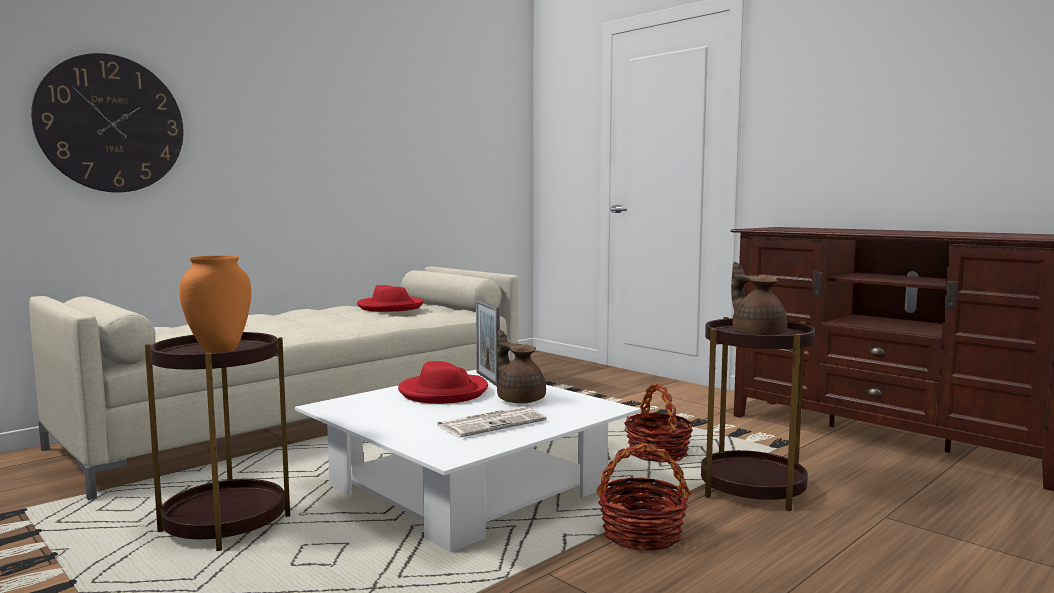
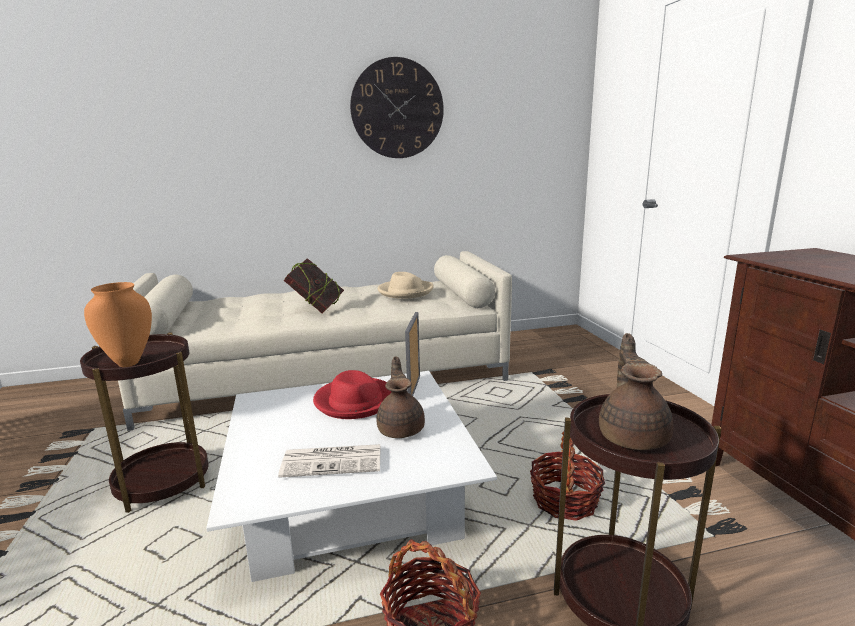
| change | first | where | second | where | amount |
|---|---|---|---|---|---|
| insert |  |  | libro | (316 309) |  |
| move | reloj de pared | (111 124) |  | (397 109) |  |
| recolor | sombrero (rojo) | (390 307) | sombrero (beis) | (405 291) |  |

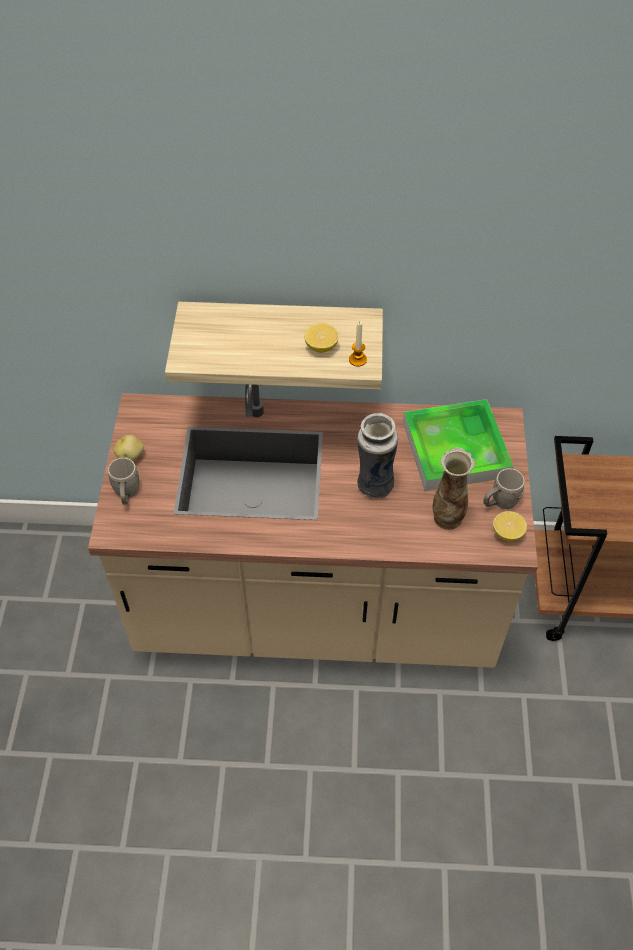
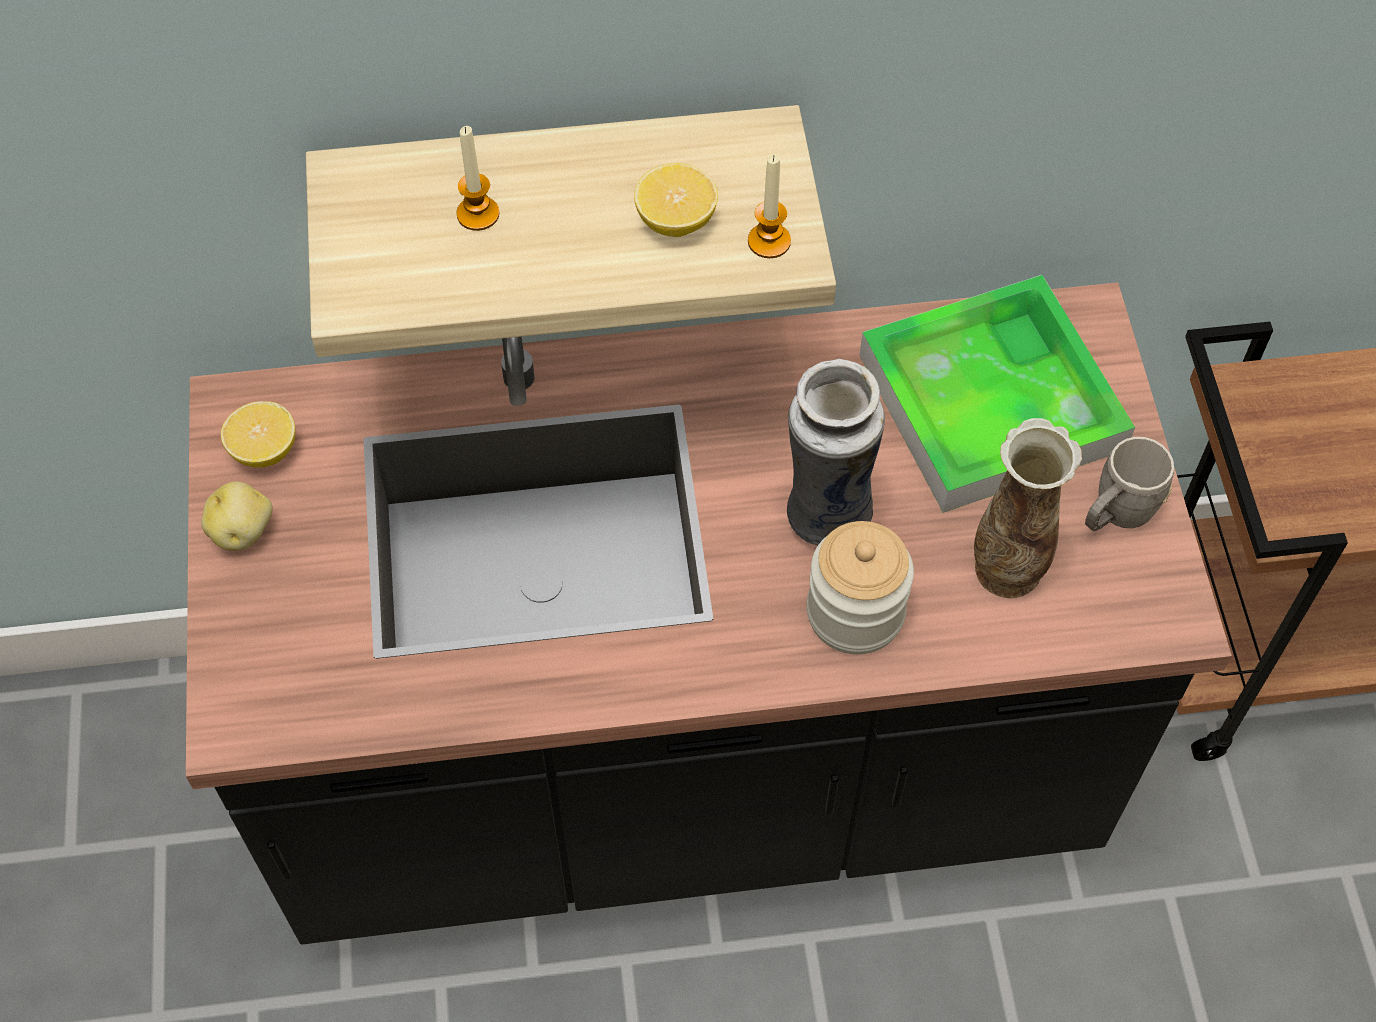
| change | first | where | second | where | amount |
|---|---|---|---|---|---|
| delete | taza grande (gris) | (127 494) |  |  |  |
| insert |  |  | vela | (478 214) |  |
| insert |  |  | tarro | (855 612) |  |
| move | limón | (507 533) |  | (264 450) |  |
| recolor | mueble bajo de cocina (beis) | (316 609) | mueble bajo de cocina (negro) | (688 772) |  |

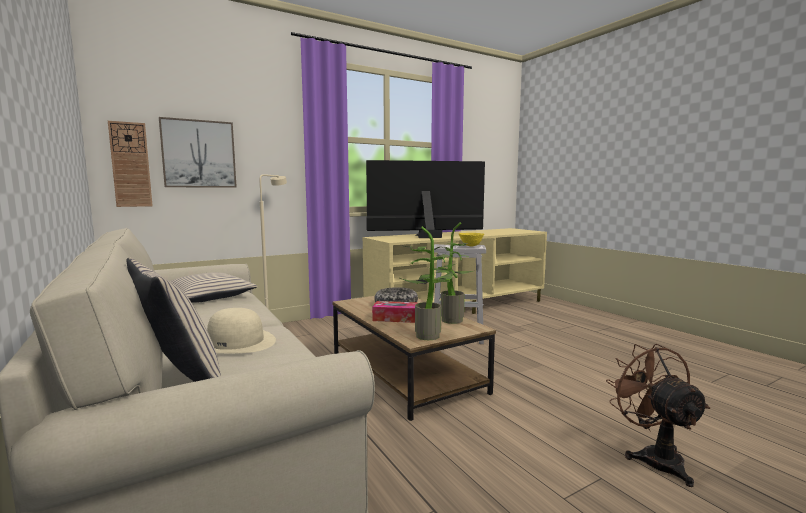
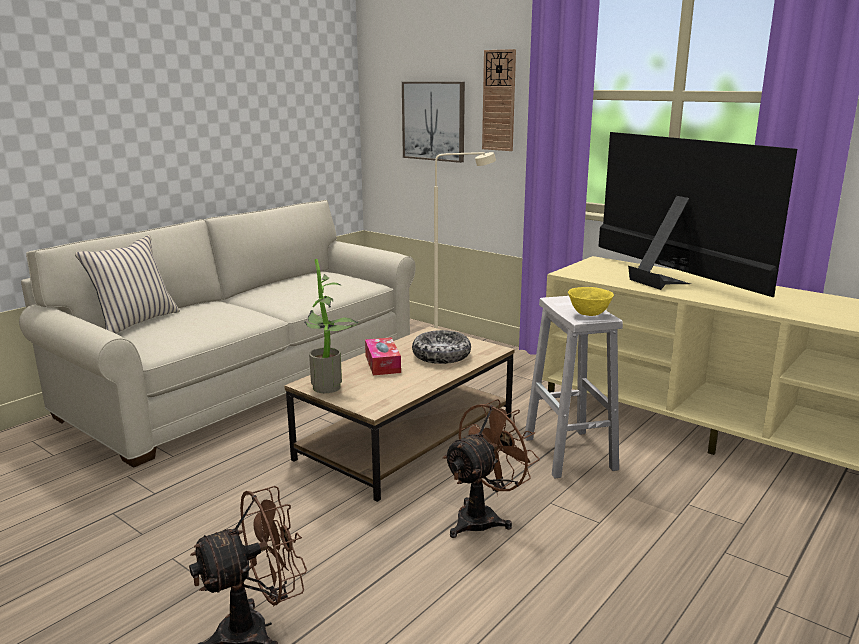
| change | first | where | second | where | amount |
|---|---|---|---|---|---|
| delete | cojín (beis) | (208 297) |  |  |  |
| delete | sombrero (beis) | (236 343) |  |  |  |
| delete | planta en maceta | (449 321) |  |  |  |
| insert |  |  | ventilador (marrón) | (484 517) |  |
| move | reloj de pared | (130 165) |  | (499 100) |  |

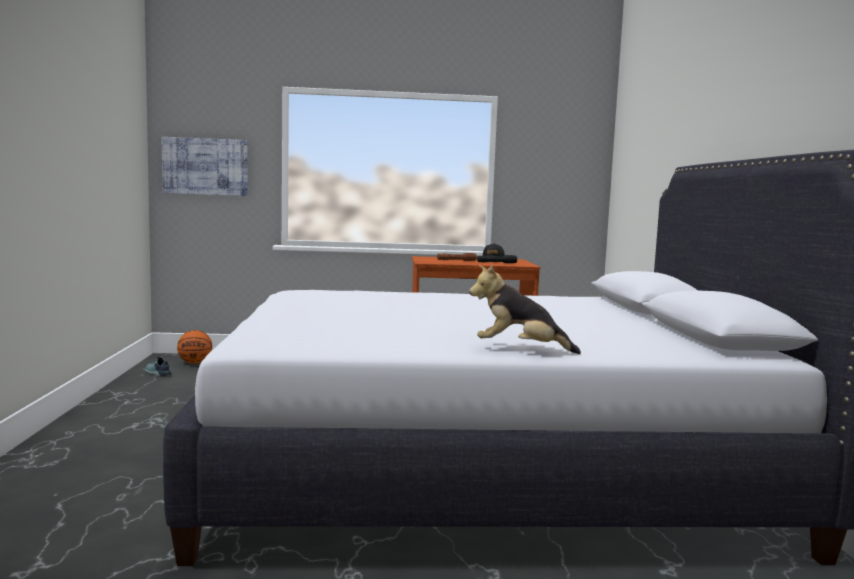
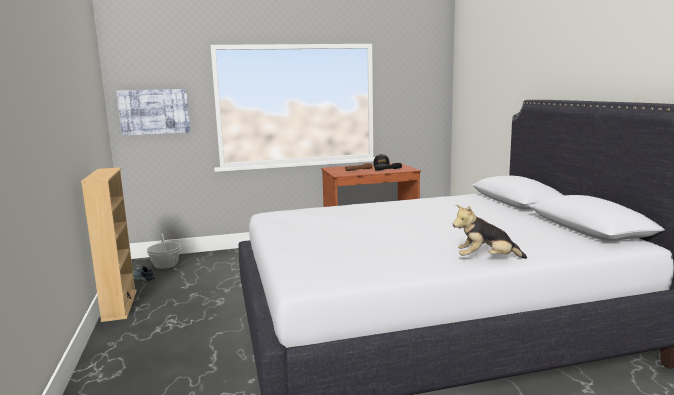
| change | first | where | second | where | amount |
|---|---|---|---|---|---|
| insert |  |  | estantería (beis) | (119 305) |  |
| replace | balón de baloncesto | (195 363) | cesta | (165 265) |  |

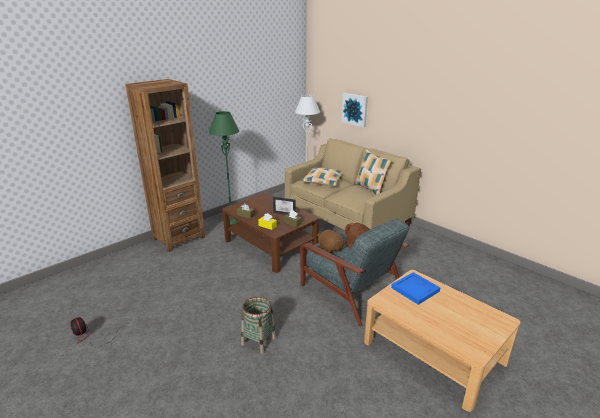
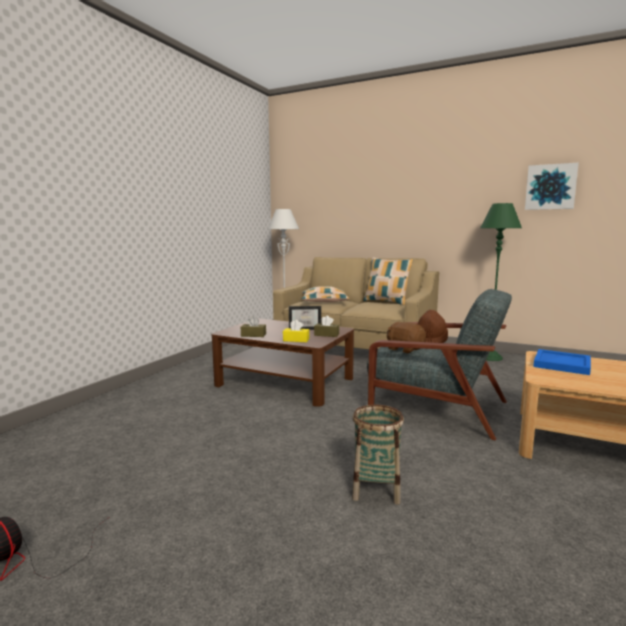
| change | first | where | second | where | amount |
|---|---|---|---|---|---|
| delete | estantería (marrón) | (178 238) |  |  |  |
| move | lámpara de pie (verde) | (231 224) |  | (490 357) |  |
| move | cuadro | (354 109) |  | (550 187) |  |

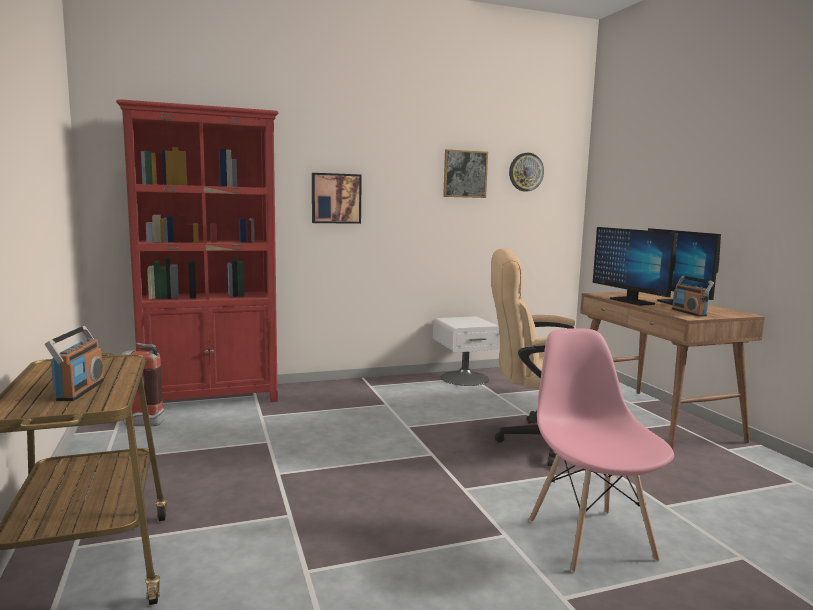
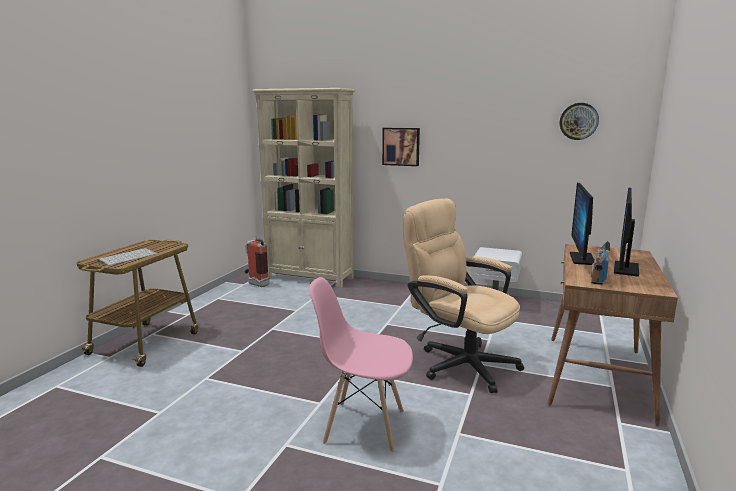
| change | first | where | second | where | amount |
|---|---|---|---|---|---|
| delete | cuadro | (465 174) |  |  |  |
| replace | radio | (79 390) | teclado | (128 257) |  |
| recolor | estantería (rojo) | (211 399) | estantería (beis) | (310 278) |  |
| rotate | silla (rosa) | (590 538) |  | (363 426) | 105 degrees counterclockwise |

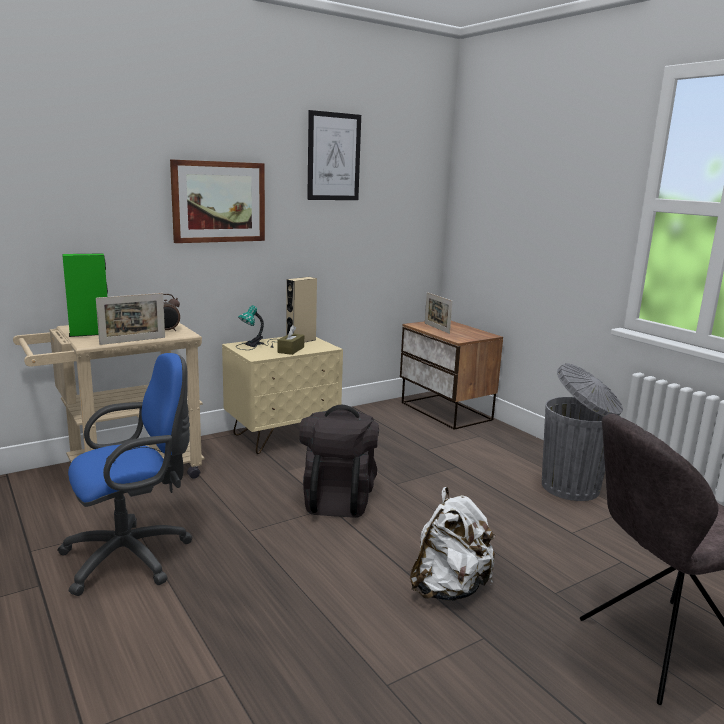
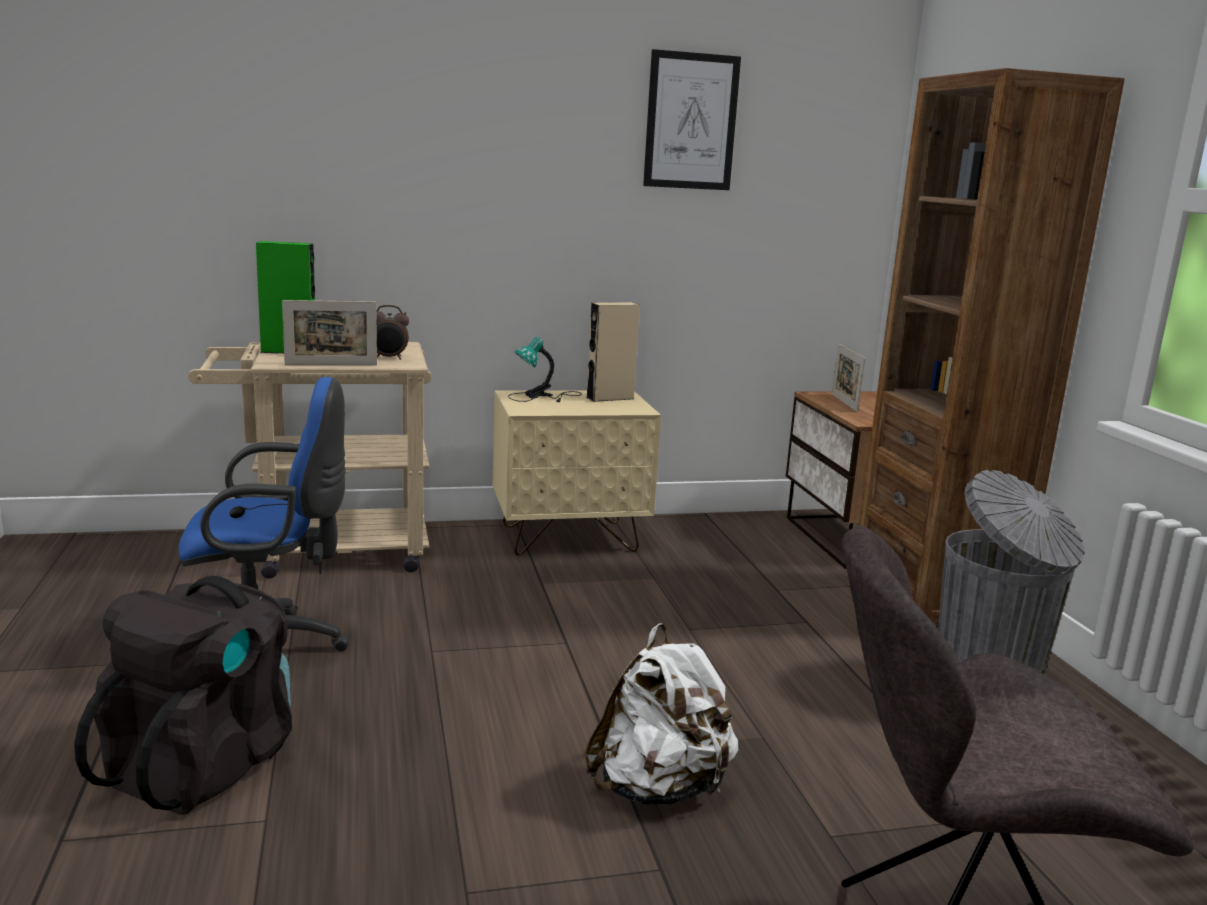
| change | first | where | second | where | amount |
|---|---|---|---|---|---|
| delete | cuadro | (218 202) |  |  |  |
| delete | caja de pañuelos (marrón) | (291 350) |  |  |  |
| insert |  |  | estantería (marrón) | (931 605) |  |
| move | mochila (negro) | (338 499) |  | (204 763) |  |

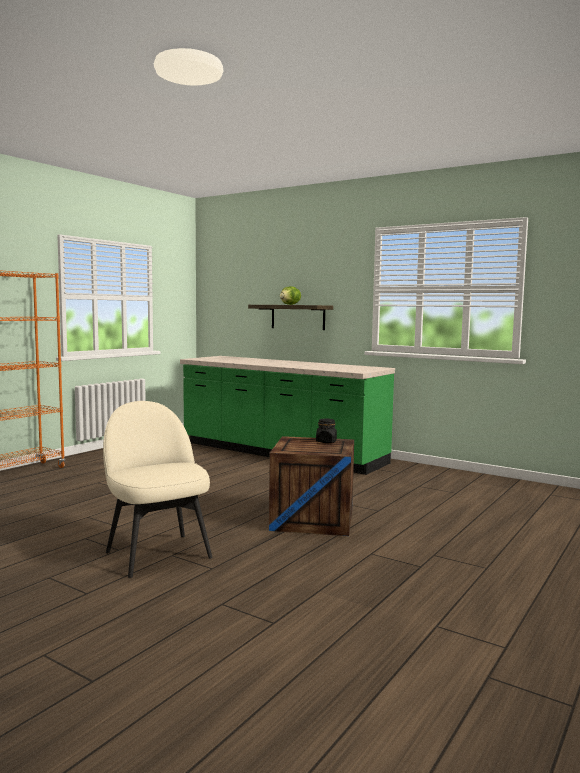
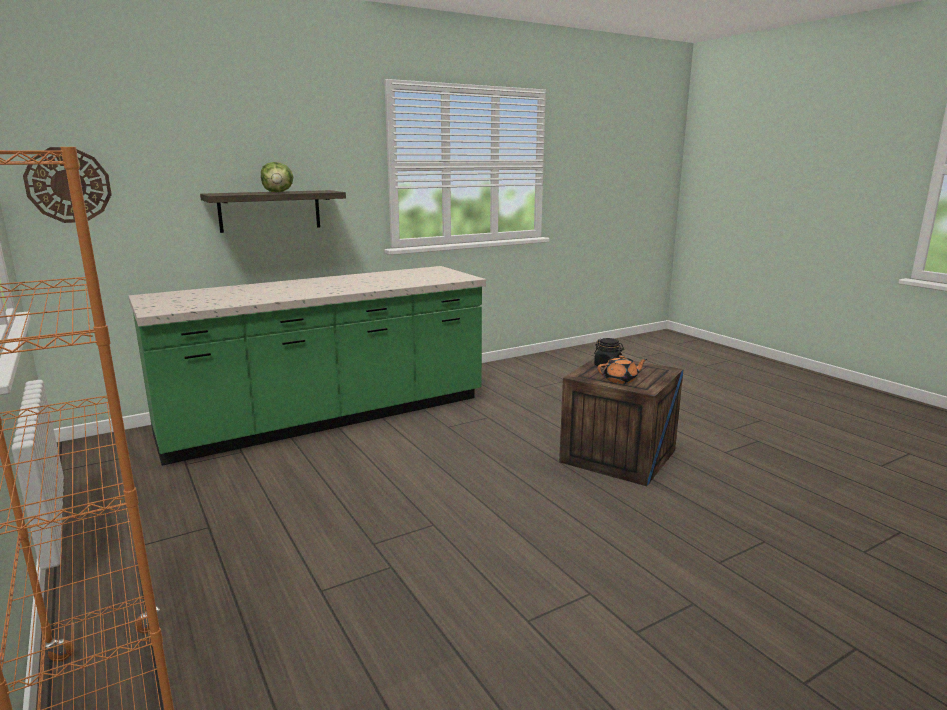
| change | first | where | second | where | amount |
|---|---|---|---|---|---|
| delete | silla (beis) | (157 554) |  |  |  |
| insert |  |  | reloj de pared | (68 185) |  |
| insert |  |  | tetera (naranja) | (621 380) |  |

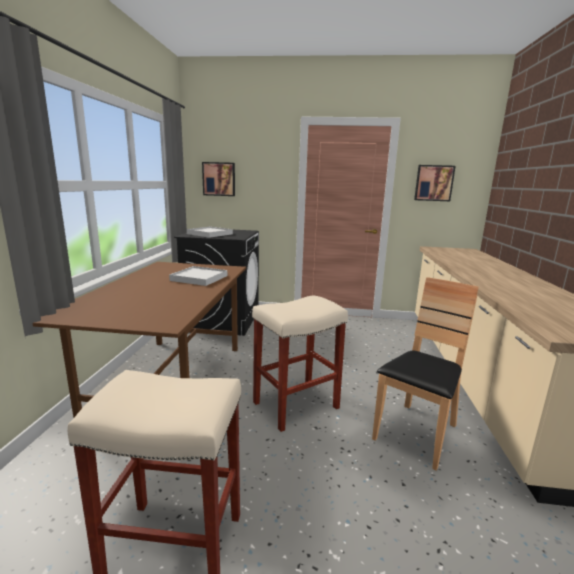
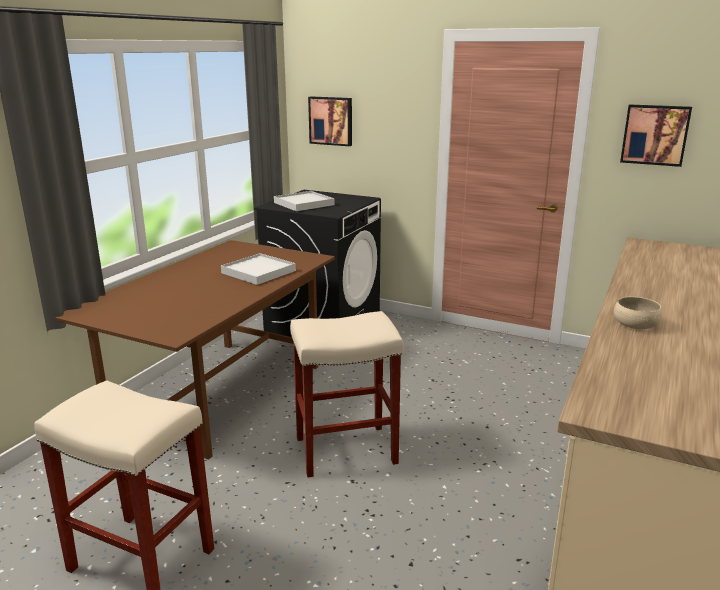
| change | first | where | second | where | amount |
|---|---|---|---|---|---|
| delete | silla (marrón) | (416 434) |  |  |  |
| insert |  |  | cuenco (beis) | (635 324) |  |

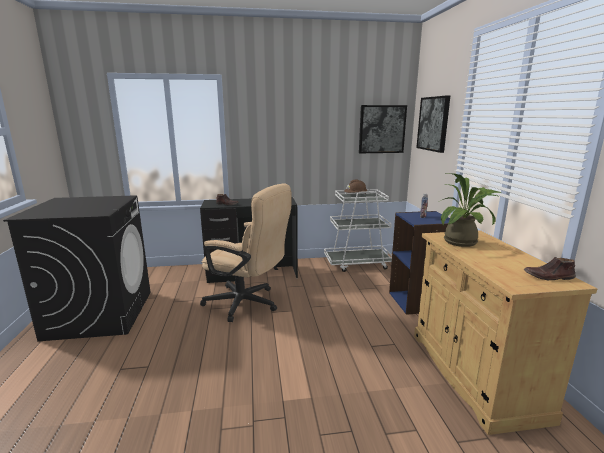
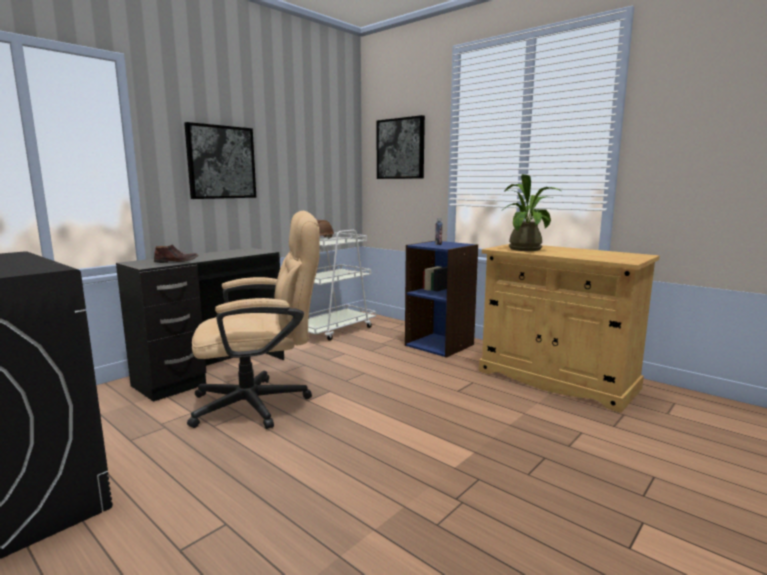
| change | first | where | second | where | amount |
|---|---|---|---|---|---|
| delete | zapato (marrón) | (548 277) |  |  |  |
| move | cuadro | (382 129) |  | (221 162) |  |

